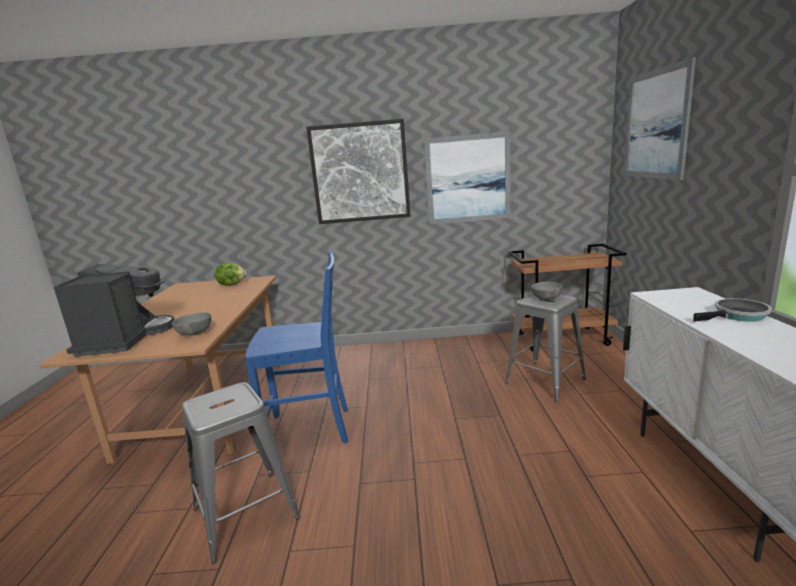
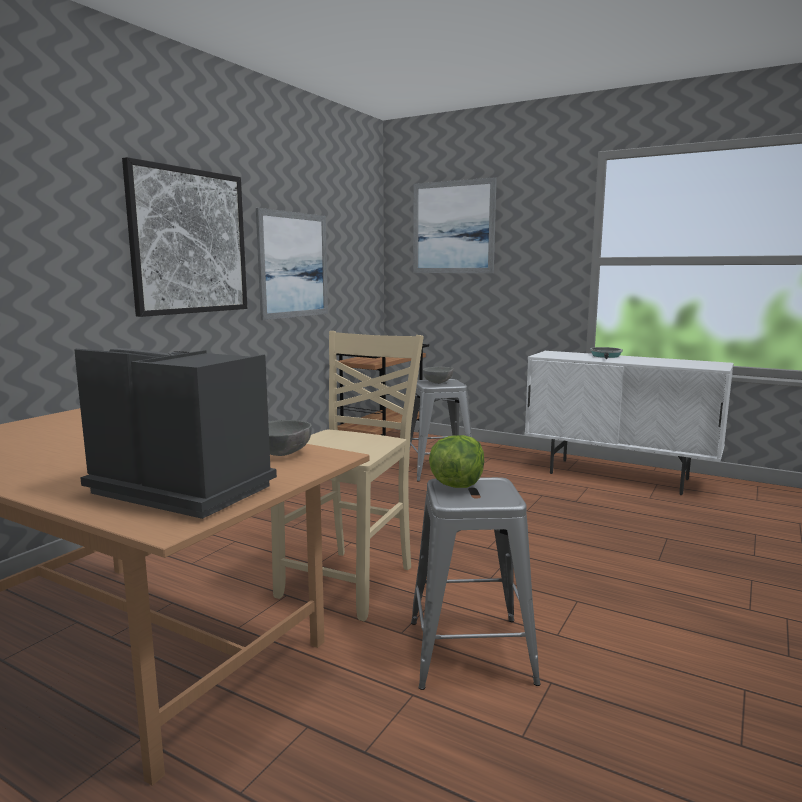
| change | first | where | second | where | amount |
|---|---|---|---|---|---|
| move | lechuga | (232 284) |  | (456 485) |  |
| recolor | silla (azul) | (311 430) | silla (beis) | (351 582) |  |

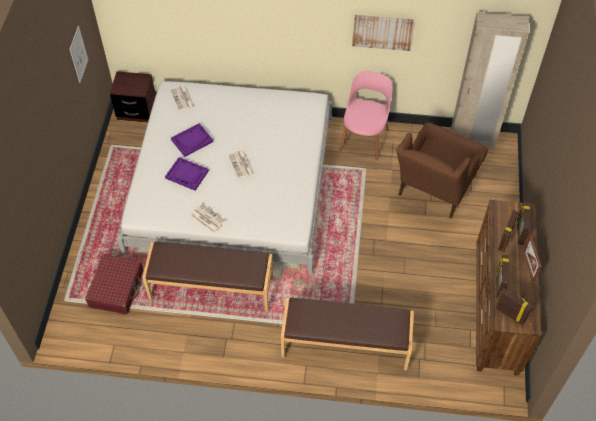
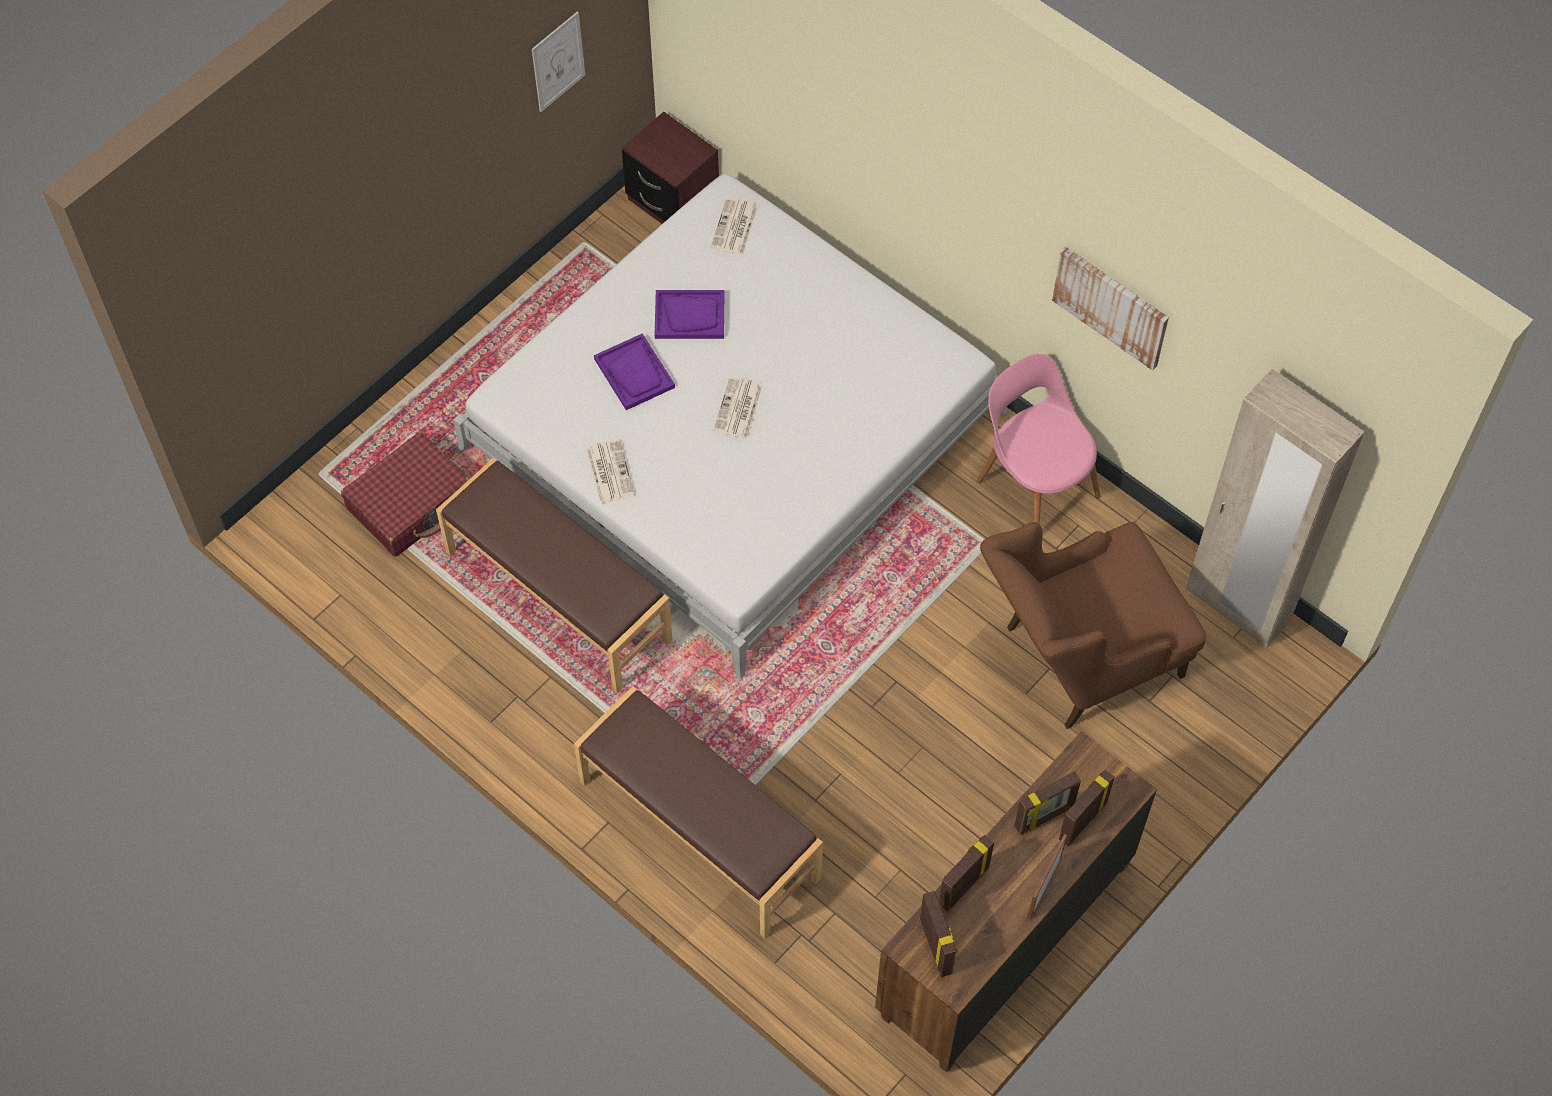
| change | first | where | second | where | amount |
|---|---|---|---|---|---|
| rotate | silla (rosa) | (364 137) |  | (1035 484) | 90 degrees counterclockwise |

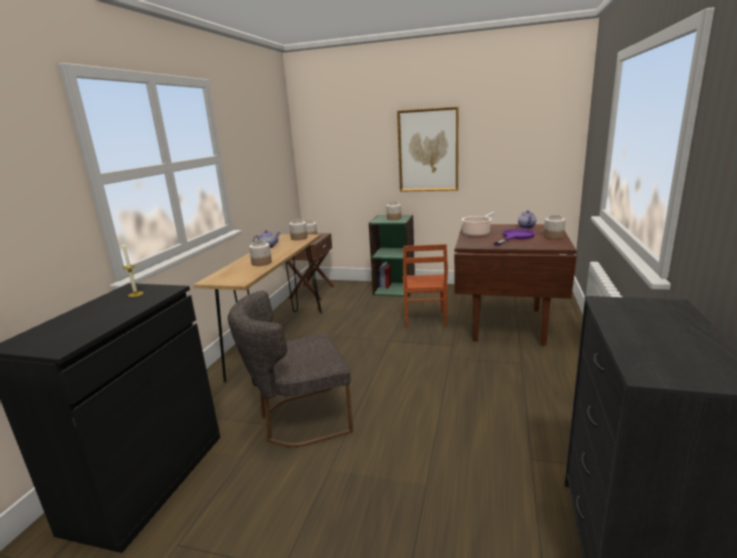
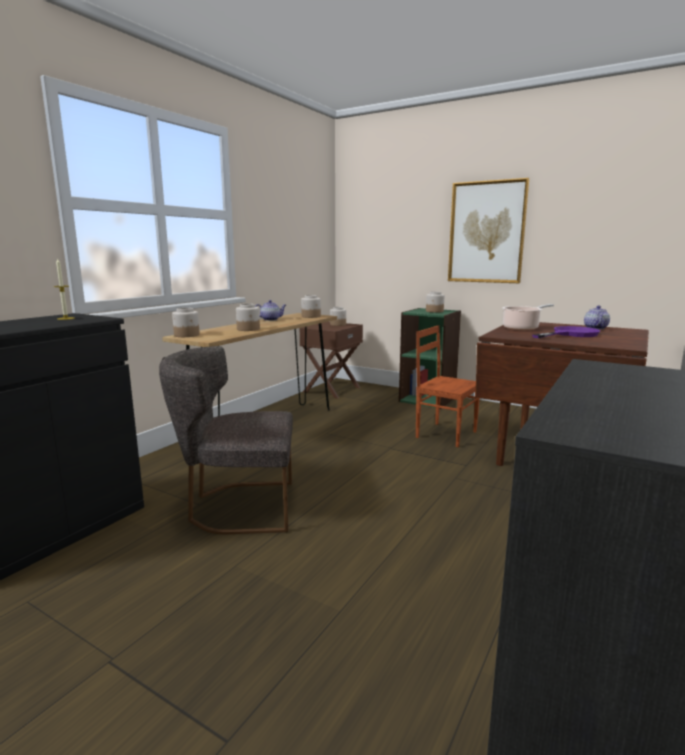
| change | first | where | second | where | amount |
|---|---|---|---|---|---|
| move | tarro | (554 236) |  | (187 335) |  |
| rotate | silla (marrón) | (424 320) |  | (445 434) | 105 degrees clockwise |

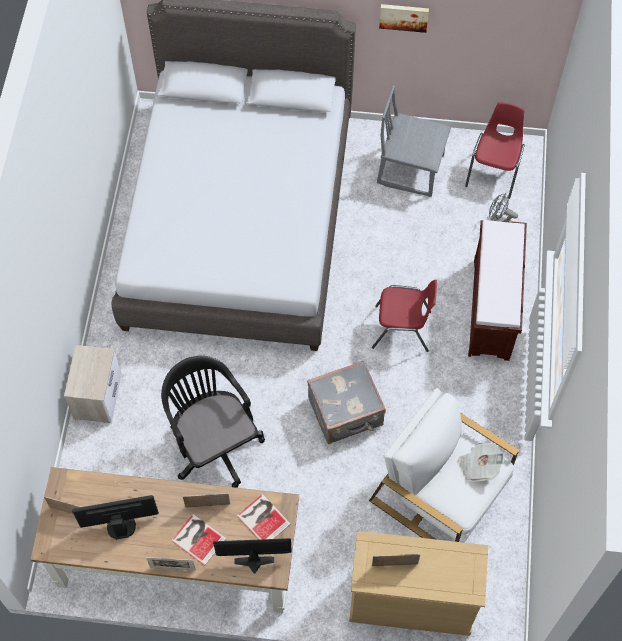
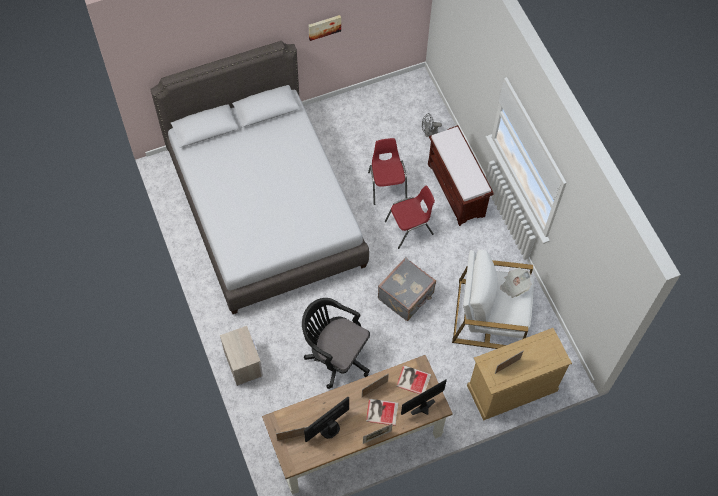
| change | first | where | second | where | amount |
|---|---|---|---|---|---|
| delete | silla (gris) | (410 169) |  |  |  |
| move | silla (rojo) | (494 171) |  | (387 185) |  |

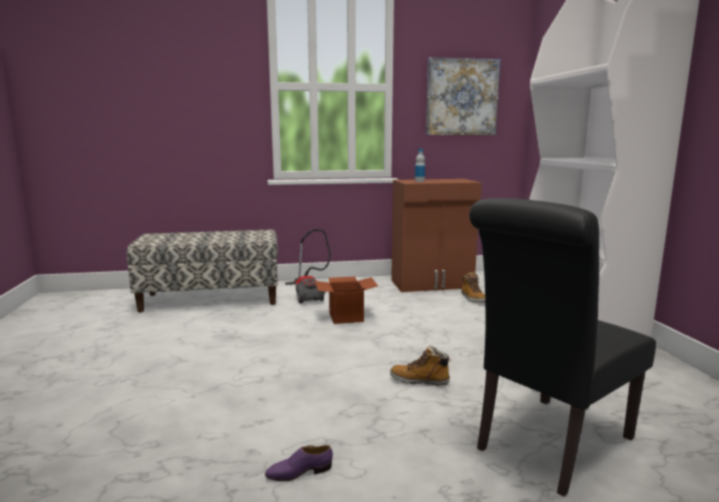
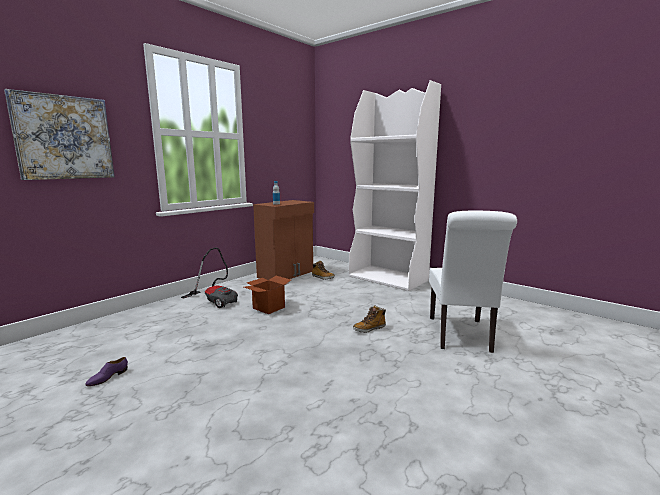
| change | first | where | second | where | amount |
|---|---|---|---|---|---|
| delete | banco | (211 299) |  |  |  |
| move | zapato (morado) | (299 472) |  | (107 377) |  |
| move | cuadro | (462 97) |  | (64 137) |  |
| recolor | silla (negro) | (548 446) | silla (blanco) | (460 336) |  |

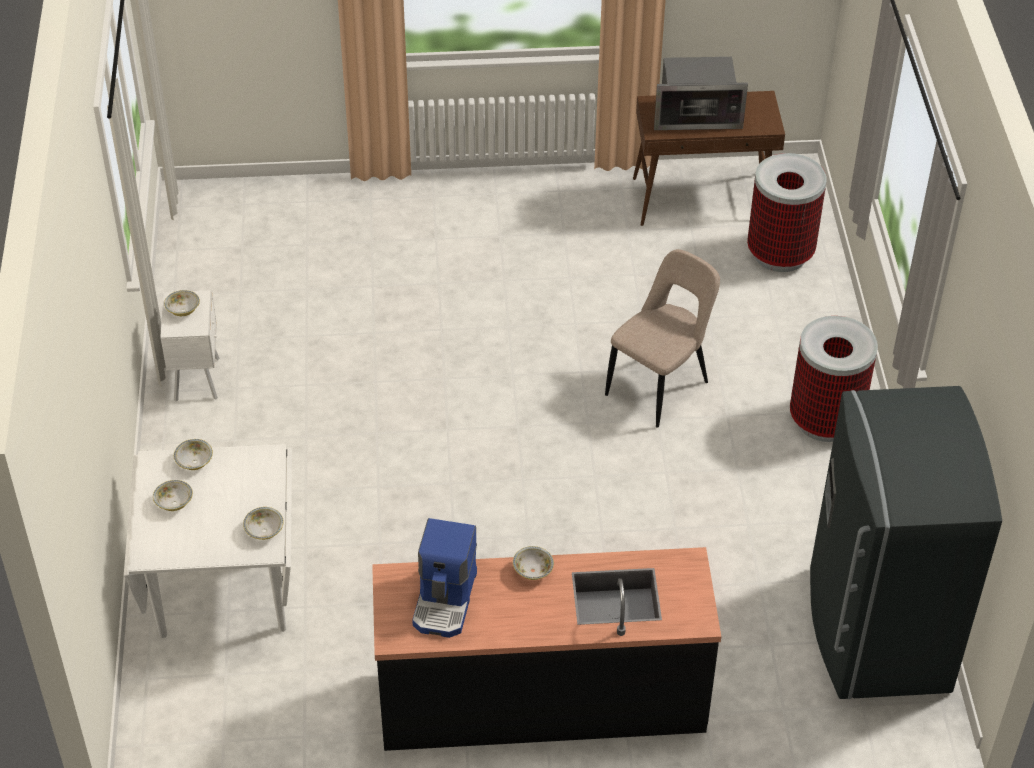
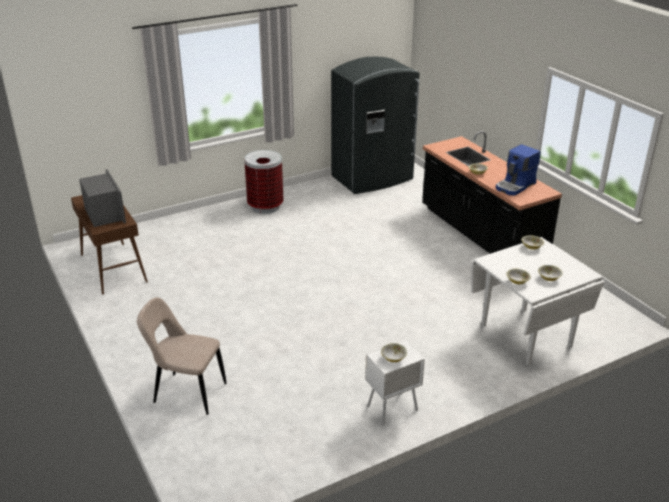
| change | first | where | second | where | amount |
|---|---|---|---|---|---|
| delete | papelera | (780 253) |  |  |  |
| move | silla (beis) | (660 386) |  | (187 393) |  |
| rotate | cafetera | (446 600) |  | (515 186) | 150 degrees clockwise |

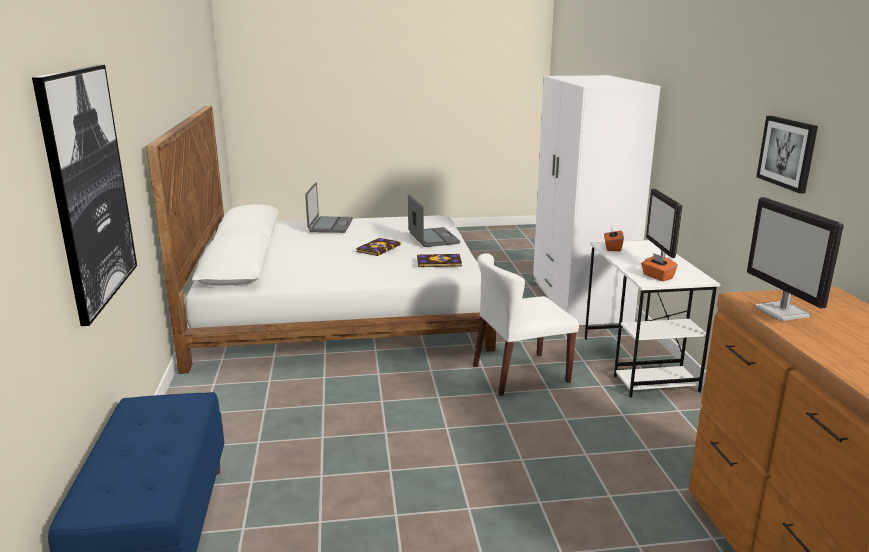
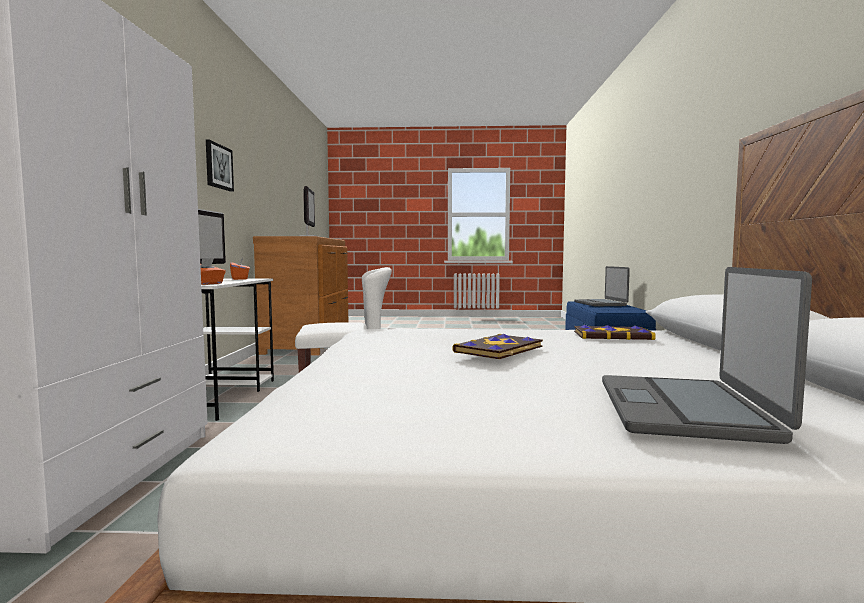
| change | first | where | second | where | amount |
|---|---|---|---|---|---|
| delete | cuadro | (89 187) |  |  |  |
| move | portátil | (432 238) |  | (600 304) |  |
| move | libro | (439 262) |  | (612 335) |  |

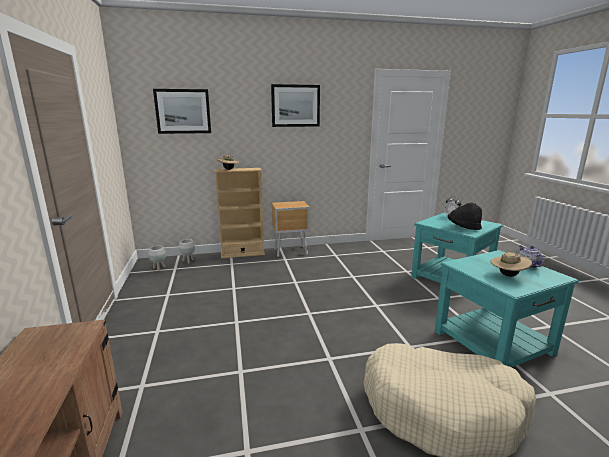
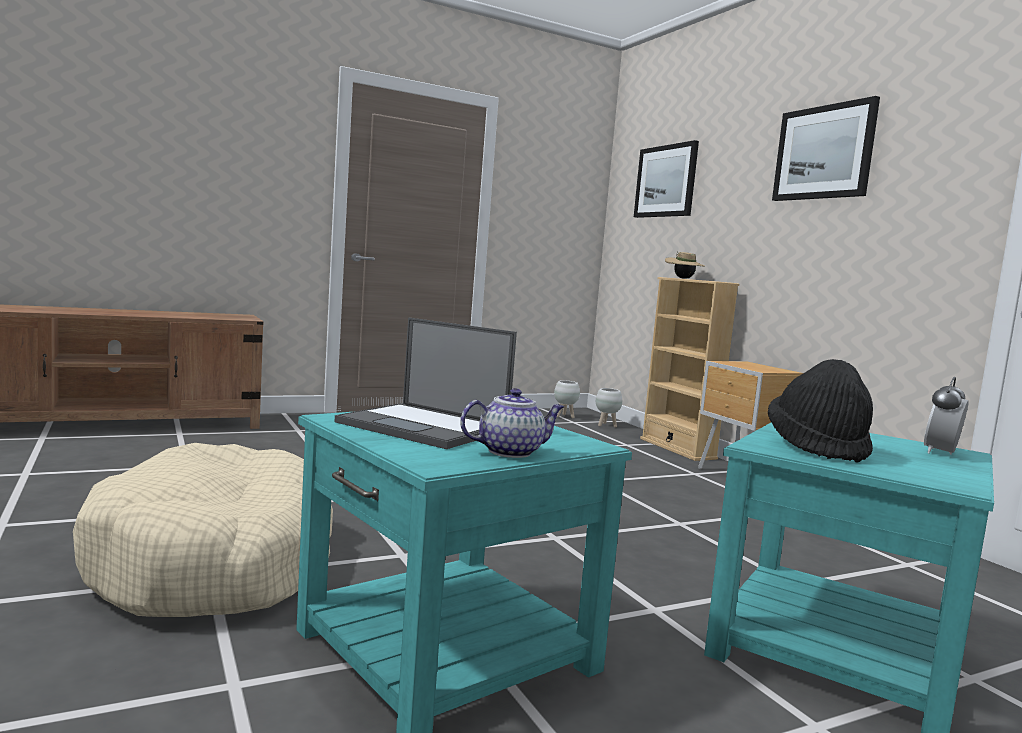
| change | first | where | second | where | amount |
|---|---|---|---|---|---|
| replace | sombrero (beis) | (508 275) | portátil | (425 427) |  |

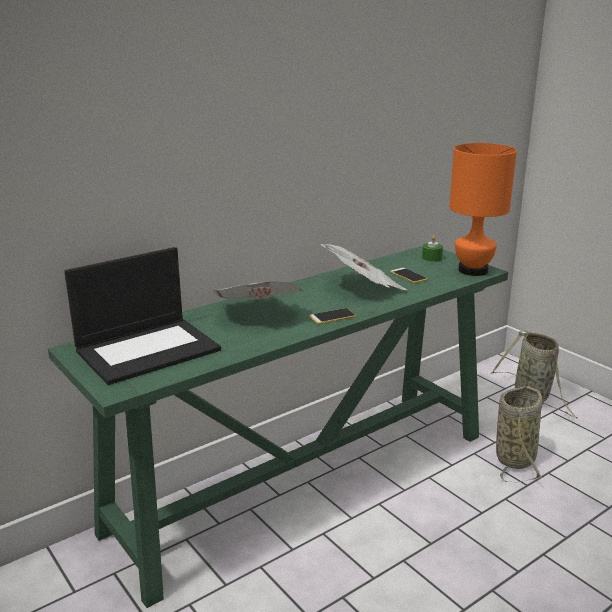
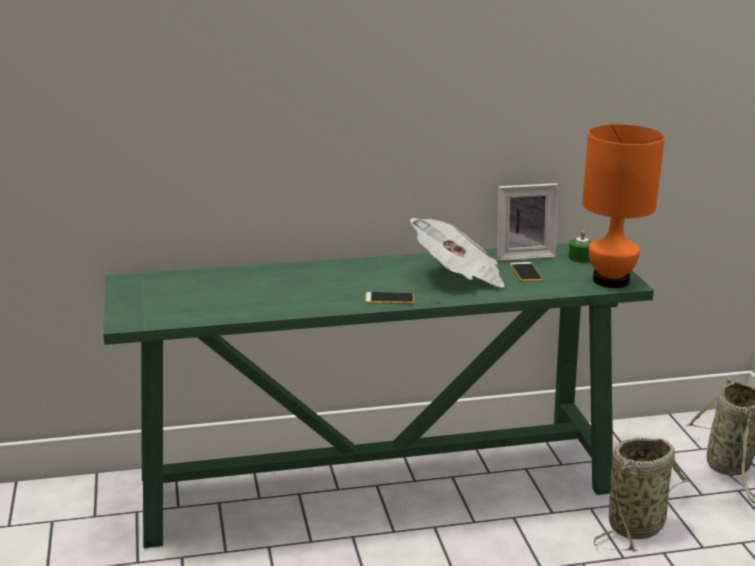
| change | first | where | second | where | amount |
|---|---|---|---|---|---|
| delete | portátil | (148 349) |  |  |  |
| delete | periódico | (258 314) |  |  |  |
| insert |  |  | portarretratos | (523 254) |  |

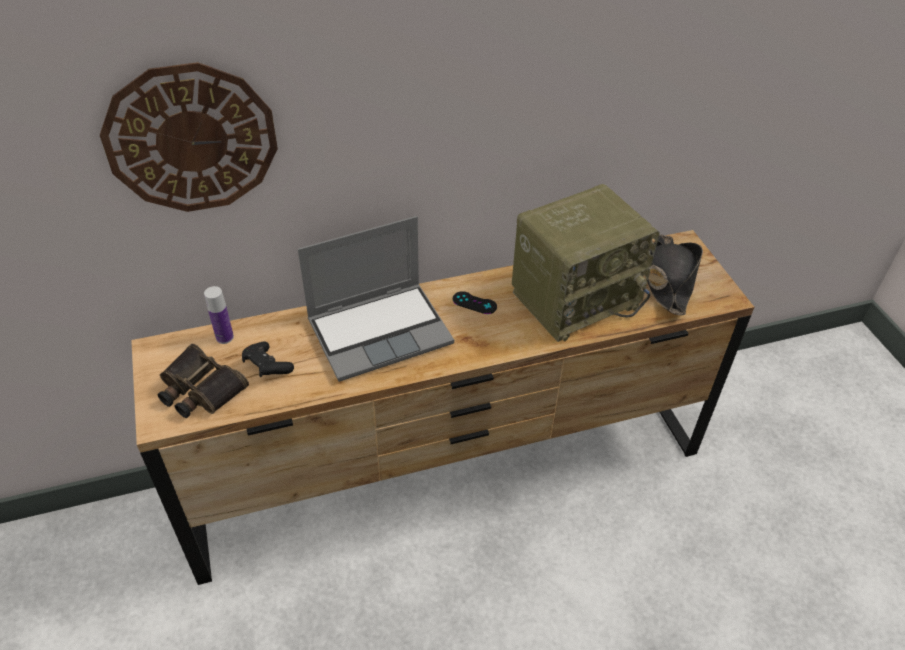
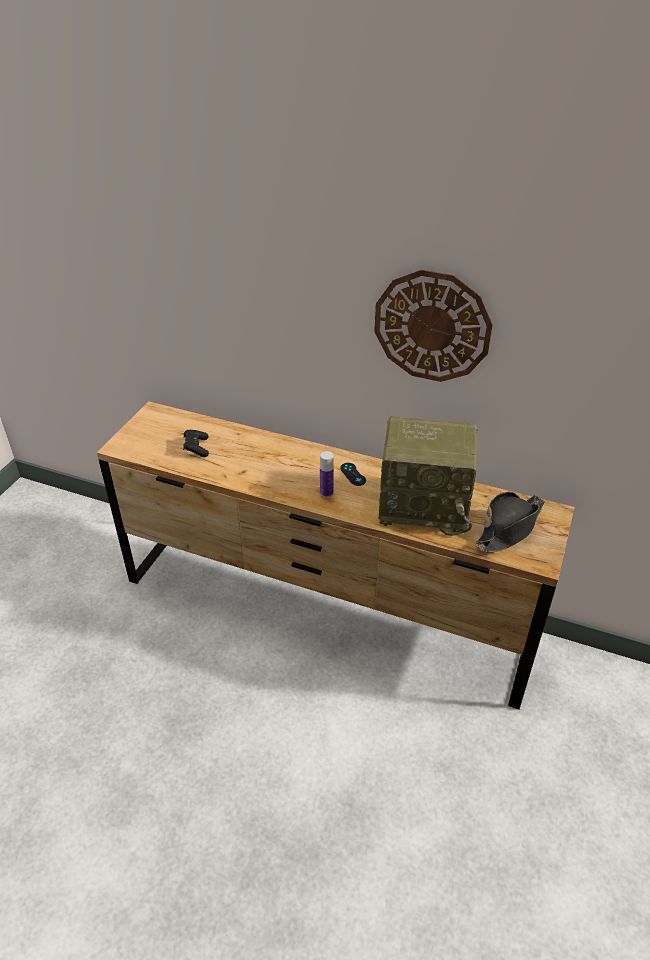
| change | first | where | second | where | amount |
|---|---|---|---|---|---|
| delete | prismáticos | (199 389) |  |  |  |
| delete | portátil | (381 331) |  |  |  |
| move | reloj de pared | (191 139) |  | (432 326) |  |
| move | botella | (224 337) |  | (326 493) |  |

